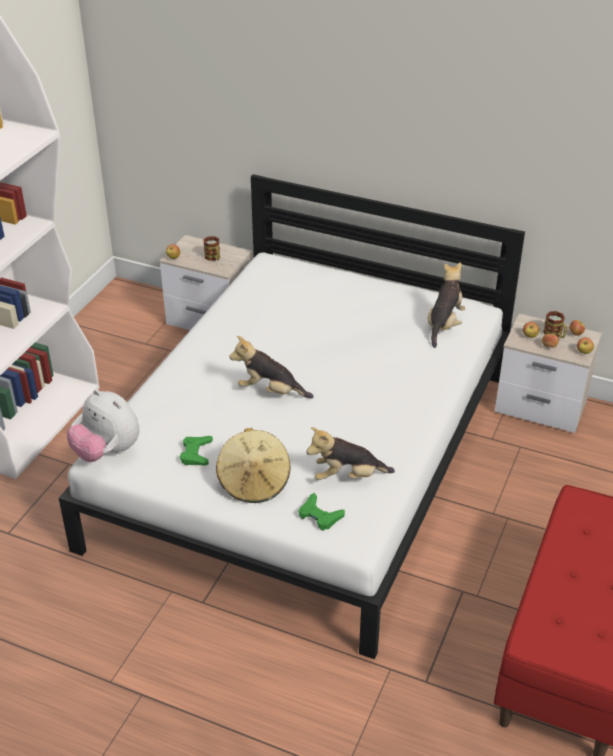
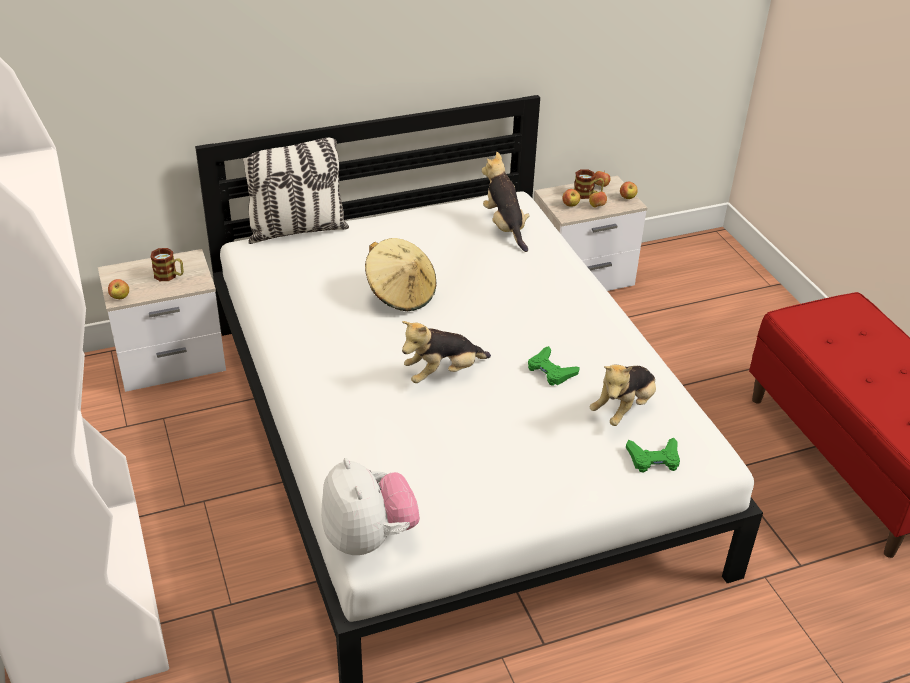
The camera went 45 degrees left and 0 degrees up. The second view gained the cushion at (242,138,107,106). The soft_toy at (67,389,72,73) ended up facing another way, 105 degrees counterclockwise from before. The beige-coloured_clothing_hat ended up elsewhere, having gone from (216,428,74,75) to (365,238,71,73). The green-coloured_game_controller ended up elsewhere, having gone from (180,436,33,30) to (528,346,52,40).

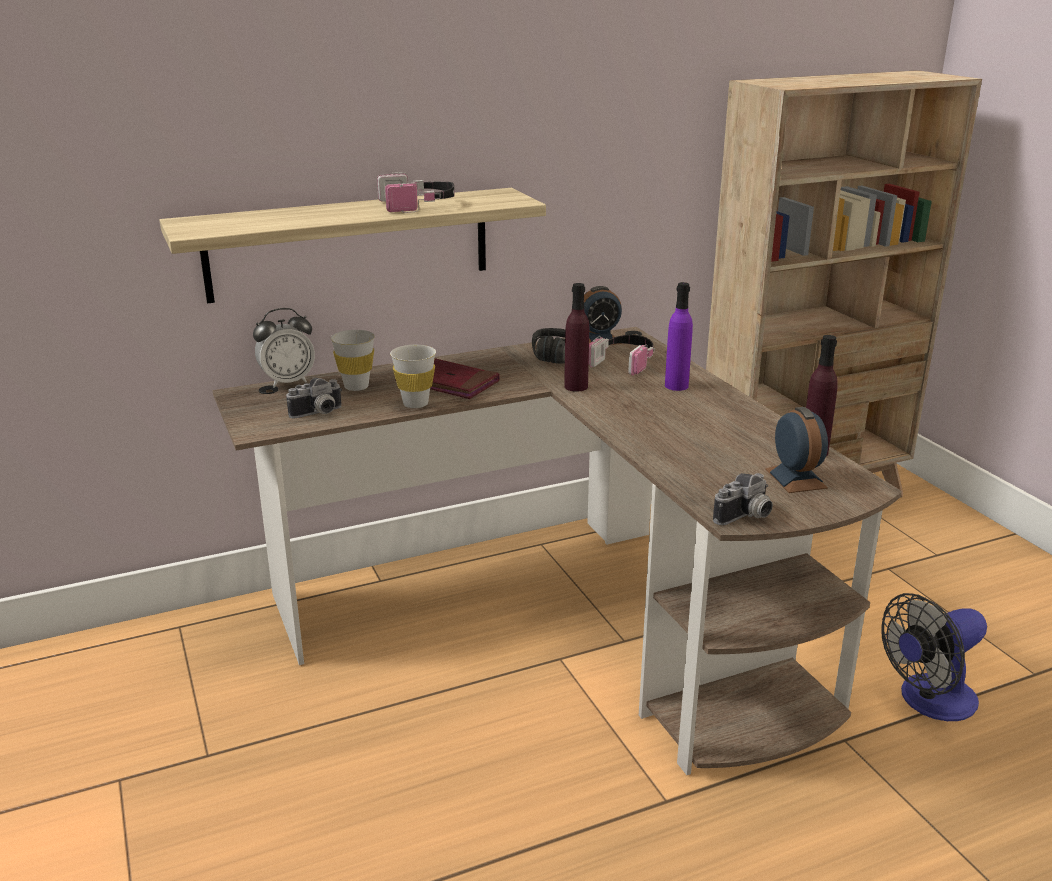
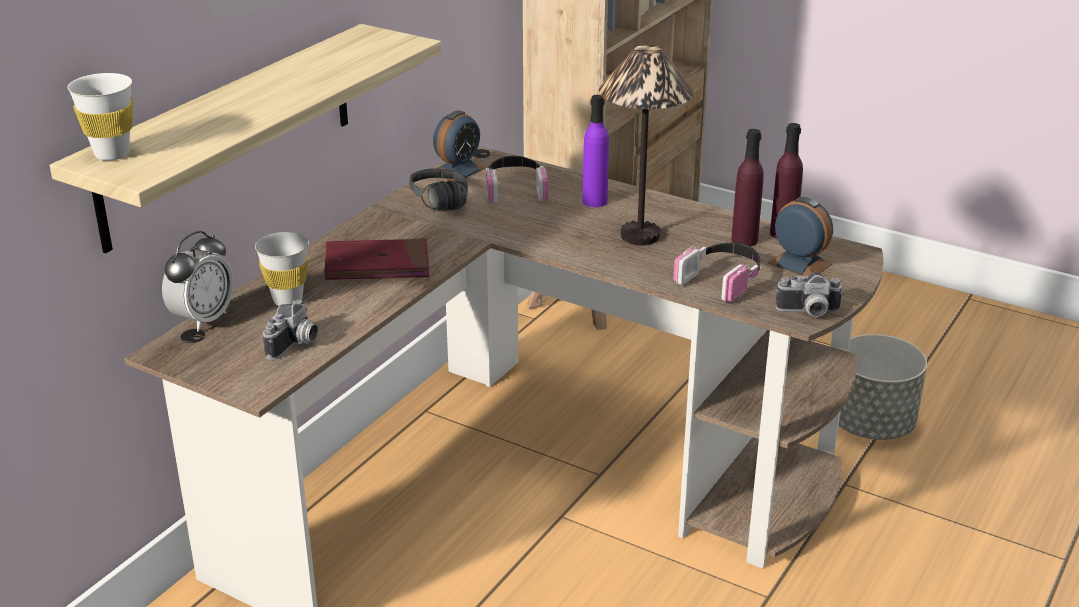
The camera went 35 degrees left and 5 degrees up. The white_small_cup ended up elsewhere, having gone from (390,345,46,63) to (68,73,65,88). The second view gained the tabletop_lamp at (599,45,95,200). The headset ended up elsewhere, having gone from (377,172,78,41) to (673,243,89,60). The purplish_beverage_bottle ended up elsewhere, having gone from (564,283,25,109) to (731,129,33,117). The photo_camera at (713,473,60,52) ended up facing another way, 75 degrees clockwise from before. Where the electric_fan stood at (882,593,105,128), the gray_planter came to stand at (839,334,88,106).

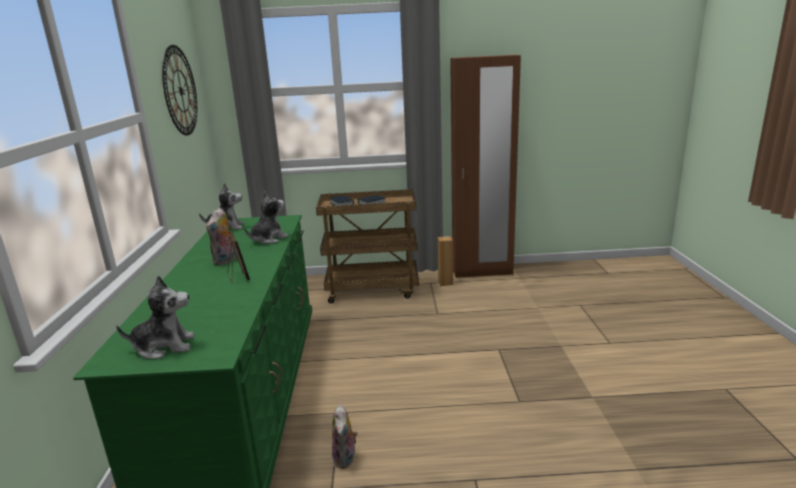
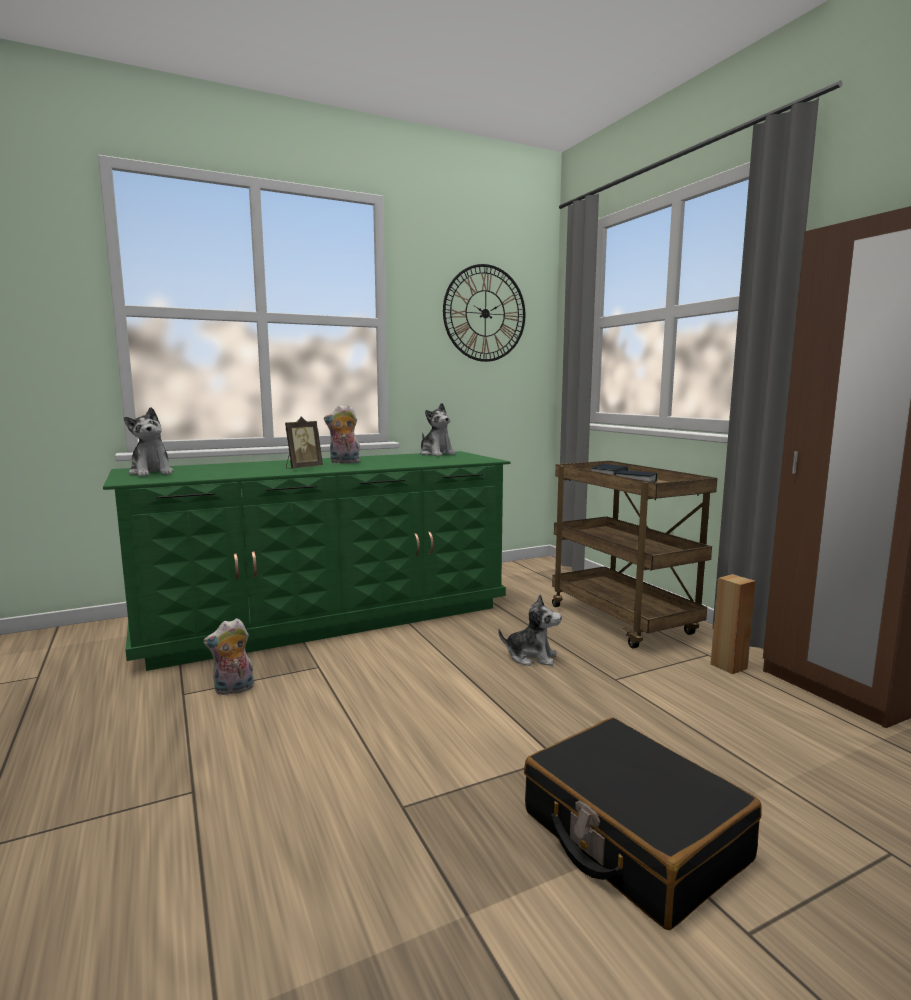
The camera went 65 degrees right and 10 degrees down. The soft_toy ended up elsewhere, having gone from (244,191,45,53) to (498,594,63,72). The second view gained the black_piece_of_luggage at (524,717,238,213).

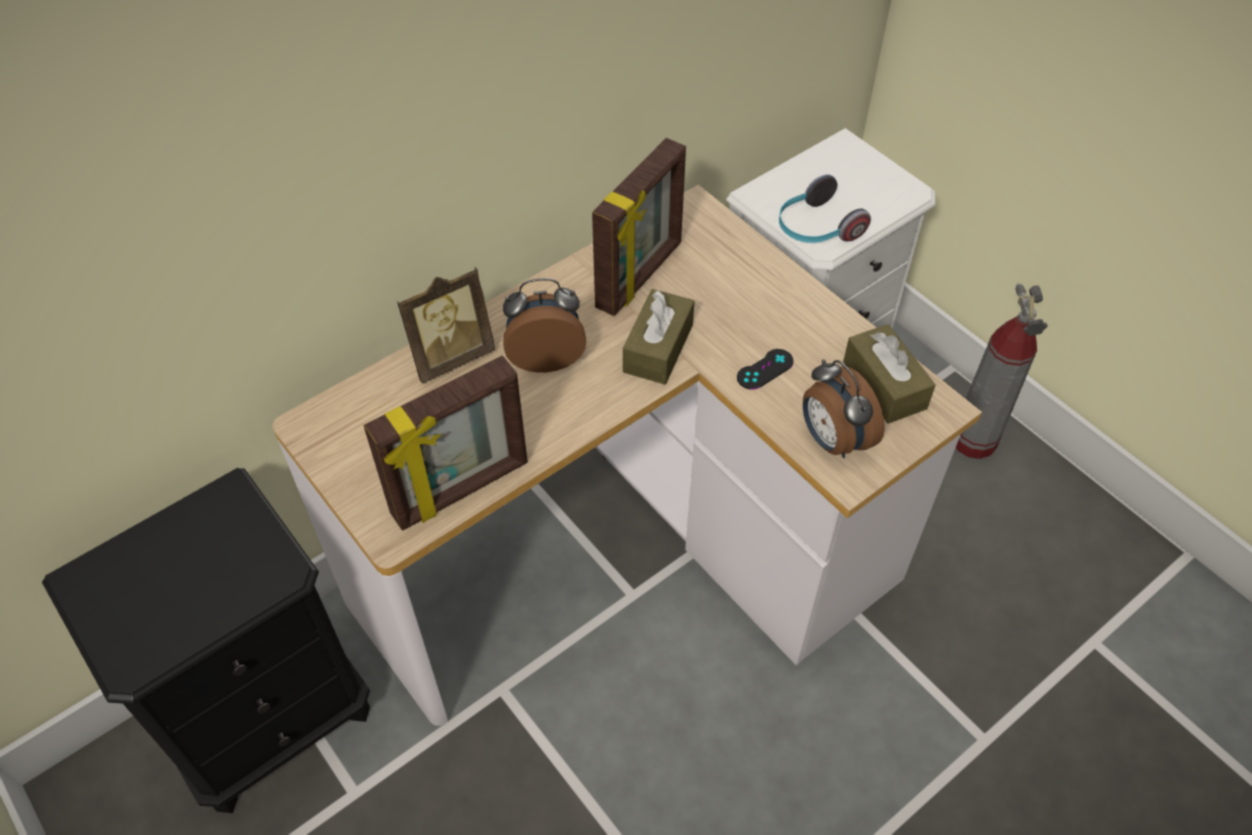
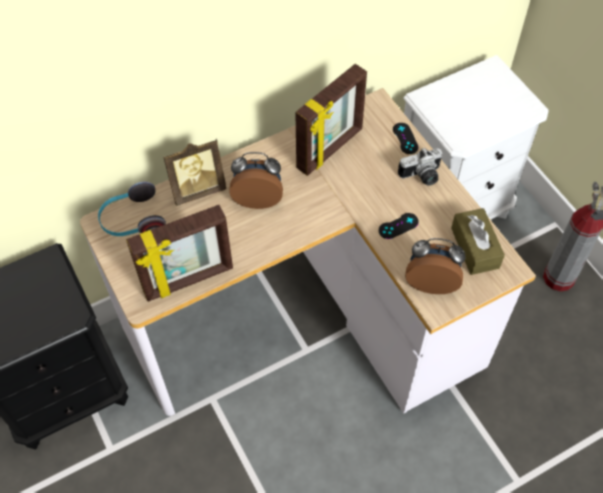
The camera went 10 degrees right and 5 degrees up. The headset ended up elsewhere, having gone from (779,175,92,68) to (98,182,68,54). The second view gained the black_game_controller at (393,123,25,31). The second view gained the photo_camera at (398,148,44,38). The alarm_clock at (803,359,82,99) ended up facing another way, 120 degrees clockwise from before. The second view lost the brown-coloured_box_of_tissues at (623,289,72,95).

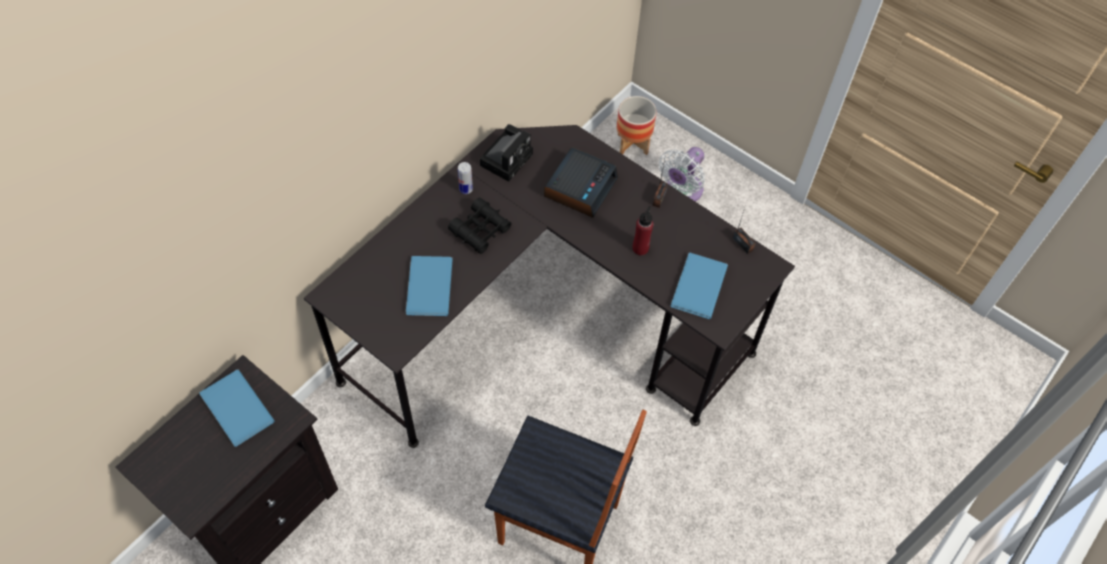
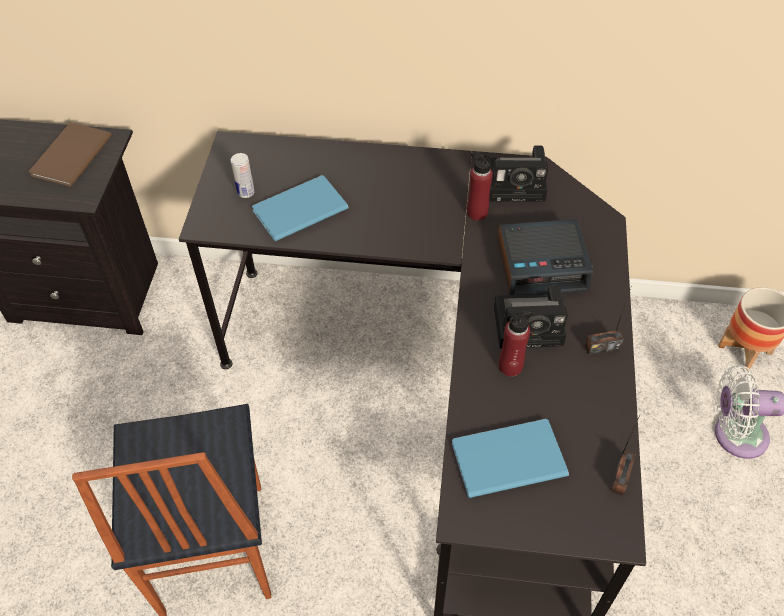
The camera went 60 degrees right and 5 degrees down. What was the blue-coloured_book at (199,370,76,77) turned into the brown-coloured_book at (29,123,83,64). The metal_can ended up elsewhere, having gone from (458,162,15,32) to (231,153,24,45). The second view gained the red_beverage_bottle at (467,152,26,69). The second view gained the photo_camera at (494,285,74,64). The second view lost the black_binoculars at (448,197,63,57).

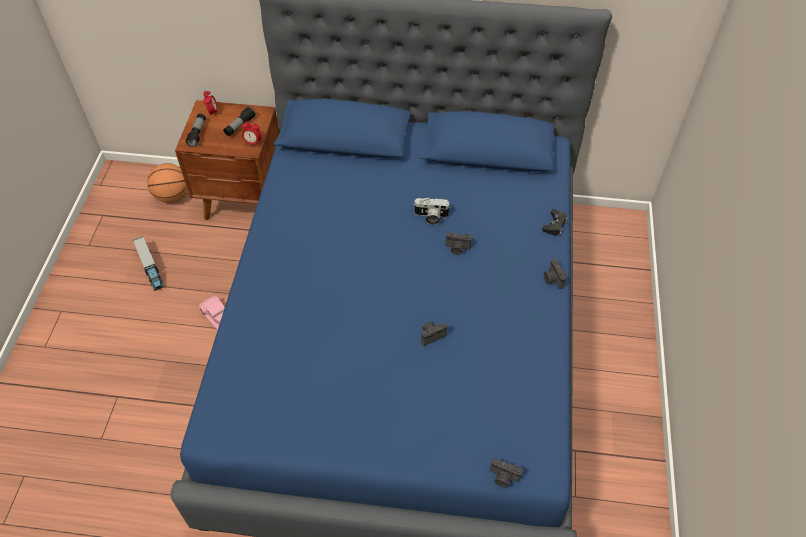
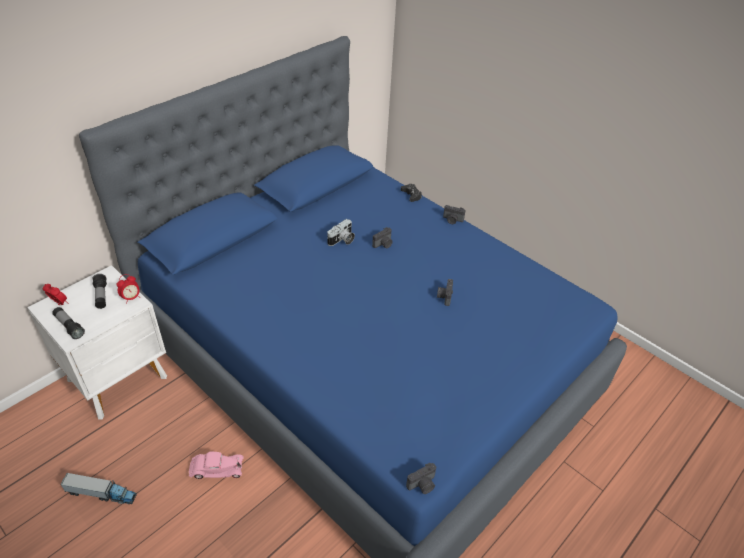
The camera went 55 degrees left and 10 degrees down. What was the brown-coloured_bedside_table at (175,100,104,120) turned into the white_bedside_table at (27,265,140,154). The photo_camera ended up elsewhere, having gone from (490,458,33,30) to (406,463,30,31). The second view lost the basketball_ball at (147,163,41,40).

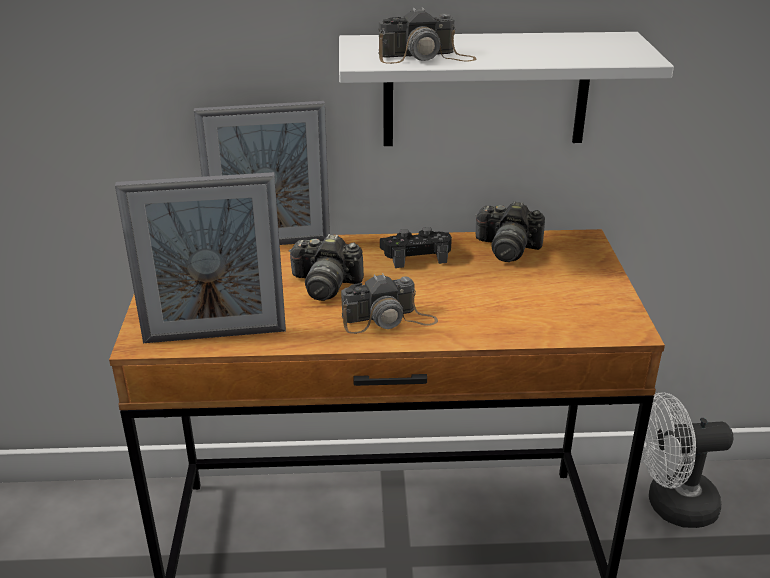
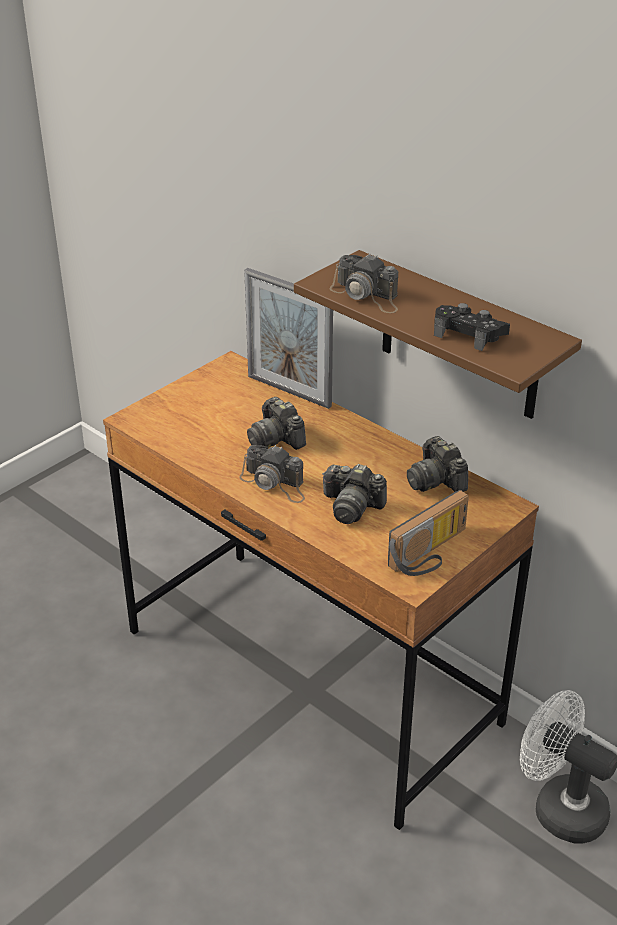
The camera went 45 degrees right and 5 degrees up. What was the white_wall_shelf at (339,32,335,114) turned into the brown-coloured_wall_shelf at (294,250,288,169). The second view gained the photo_camera at (322,464,65,60). The second view gained the radio_set at (388,490,81,86). The black_game_controller ended up elsewhere, having gone from (380,227,72,41) to (434,303,76,48). The second view lost the picture_frame at (115,172,171,171).

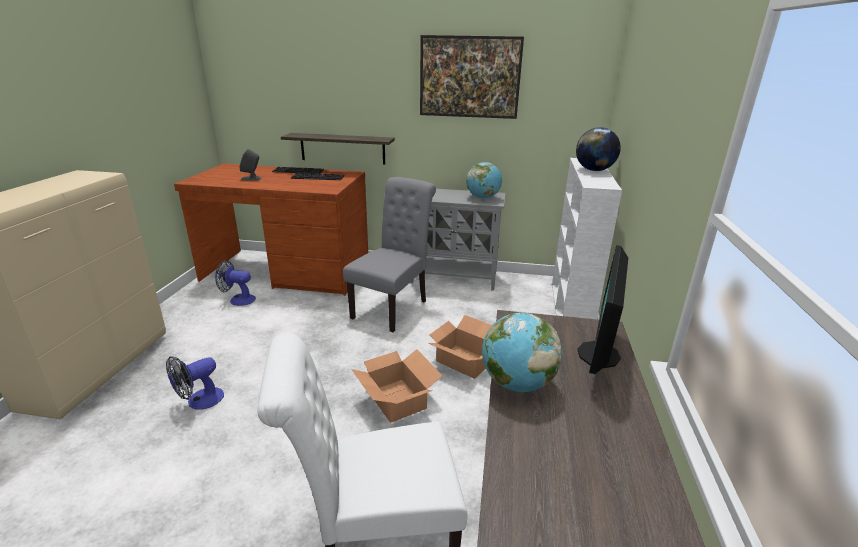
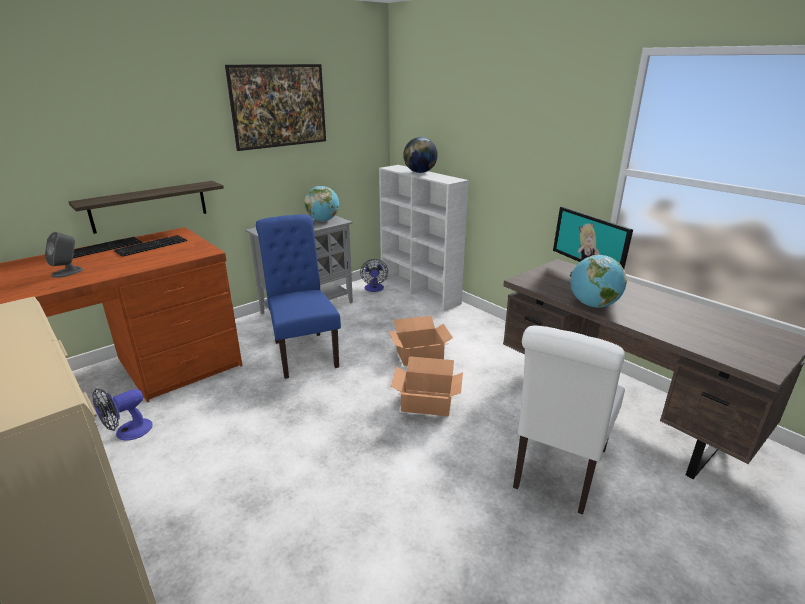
The camera went 50 degrees left and 0 degrees up. What was the gray_plain_chair at (343,177,93,155) turned into the blue-coloured_plain_chair at (256,215,85,164). The electric_fan ended up elsewhere, having gone from (166,356,58,54) to (360,259,28,33).

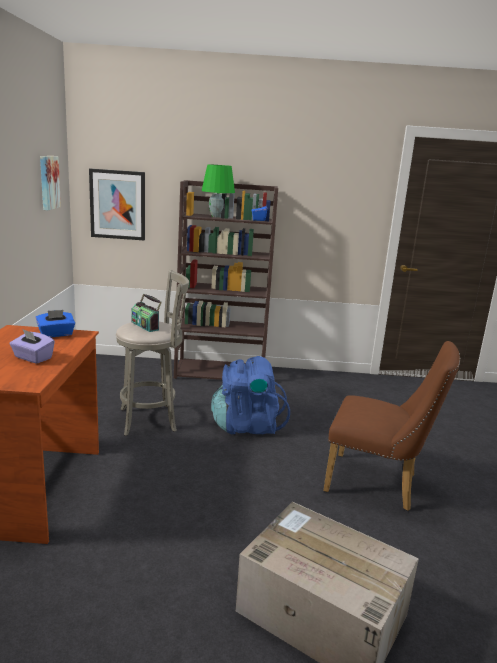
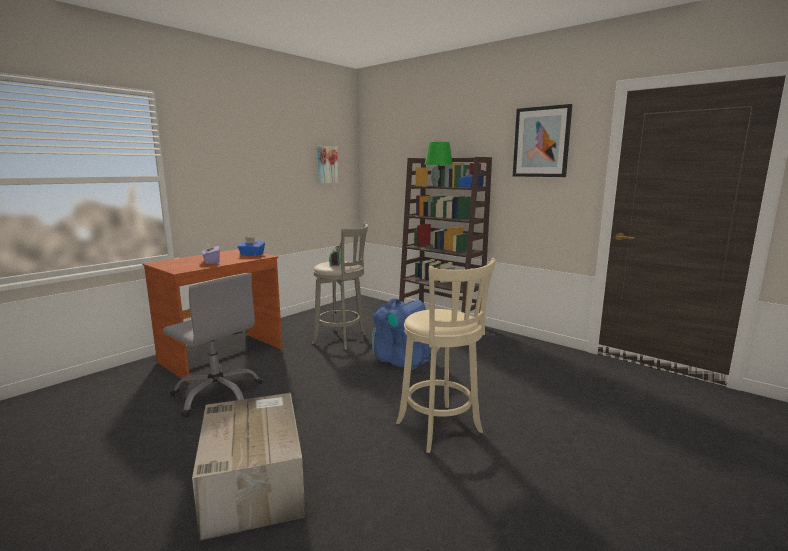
The camera went 40 degrees right and 5 degrees down. The second view gained the gray_computer_chair at (163,273,100,145). Where the brown-coloured_plain_chair stood at (323,341,137,170), the beige-coloured_stool_seat came to stand at (396,258,100,195). The wall_art ended up elsewhere, having gone from (89,169,56,71) to (513,104,59,73).

